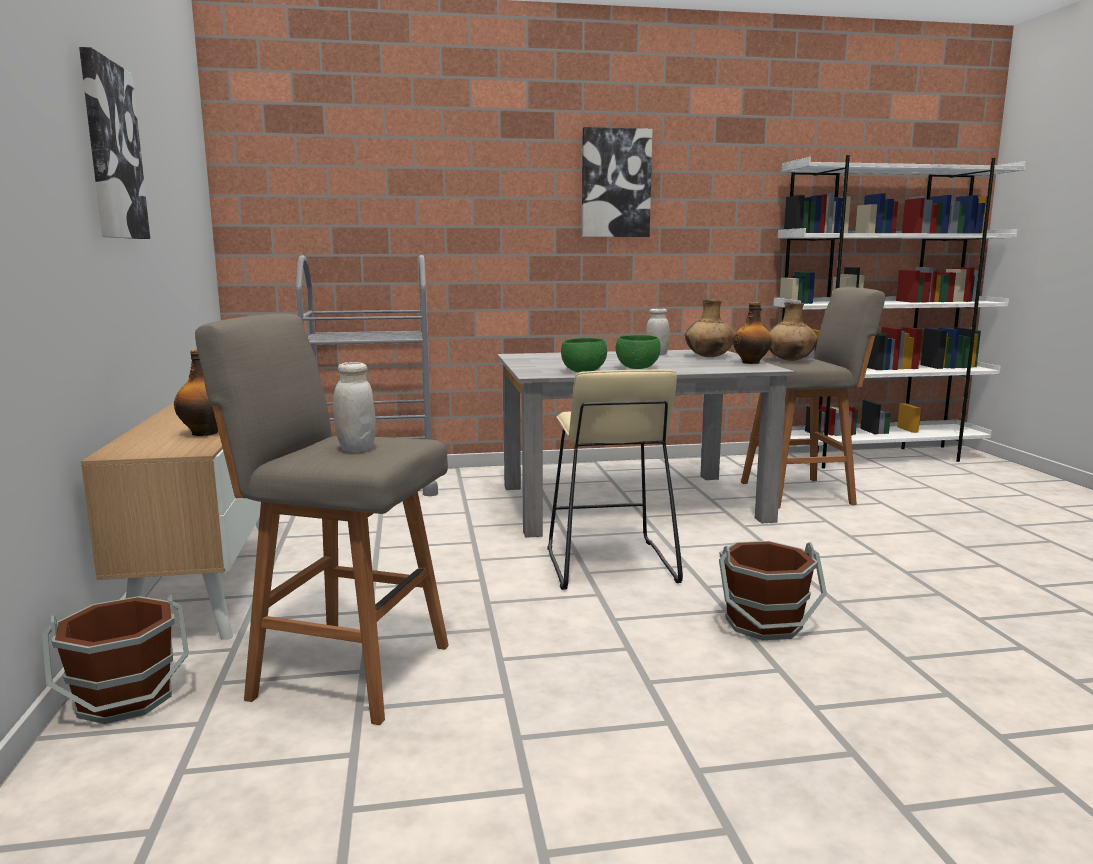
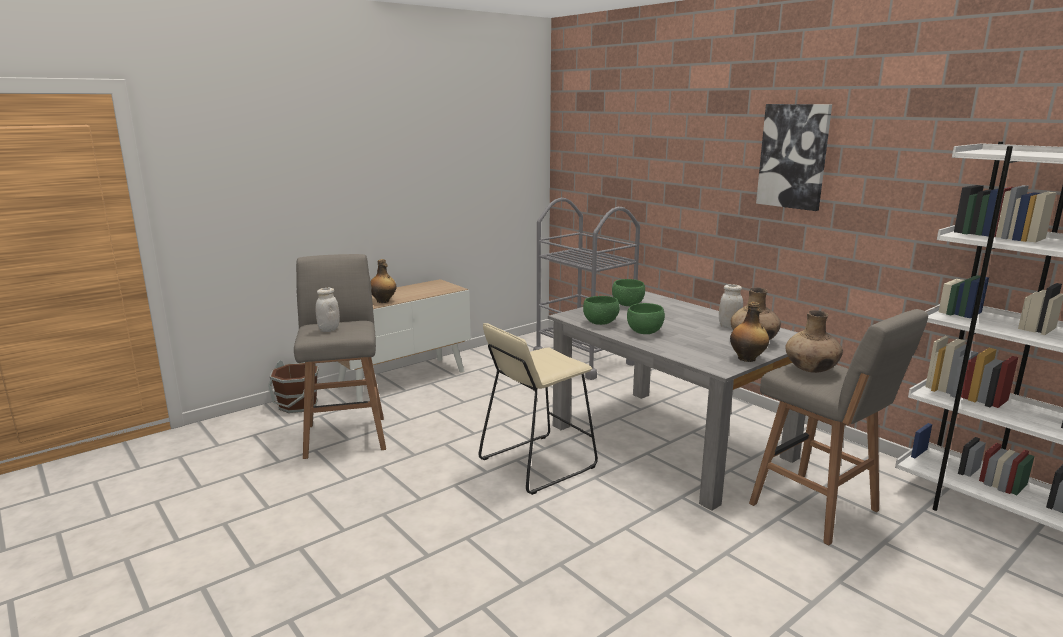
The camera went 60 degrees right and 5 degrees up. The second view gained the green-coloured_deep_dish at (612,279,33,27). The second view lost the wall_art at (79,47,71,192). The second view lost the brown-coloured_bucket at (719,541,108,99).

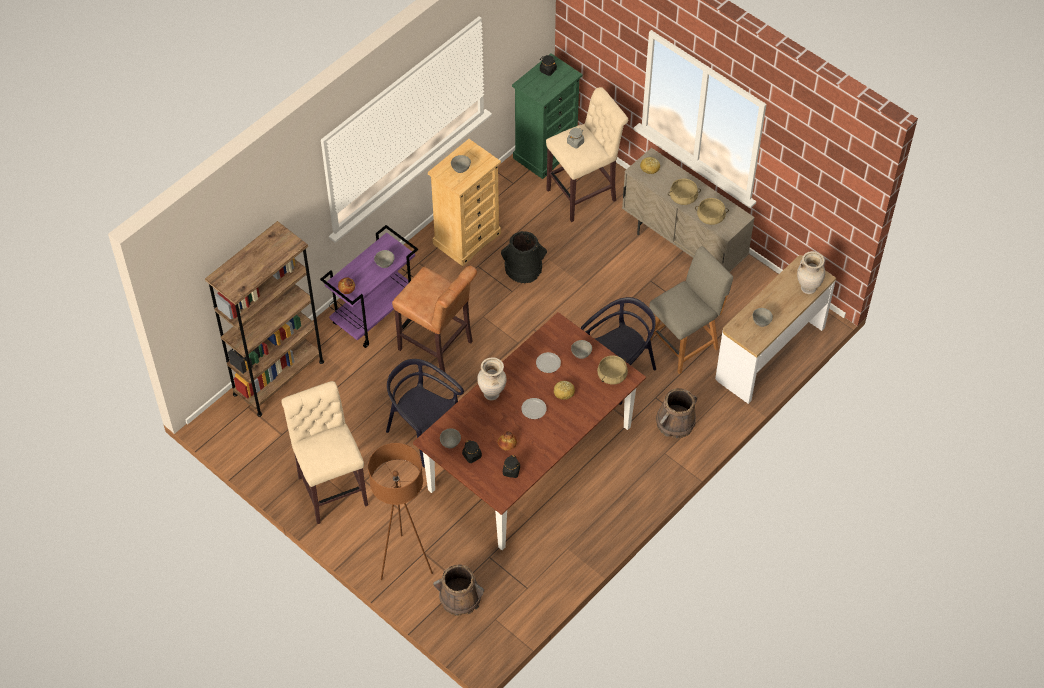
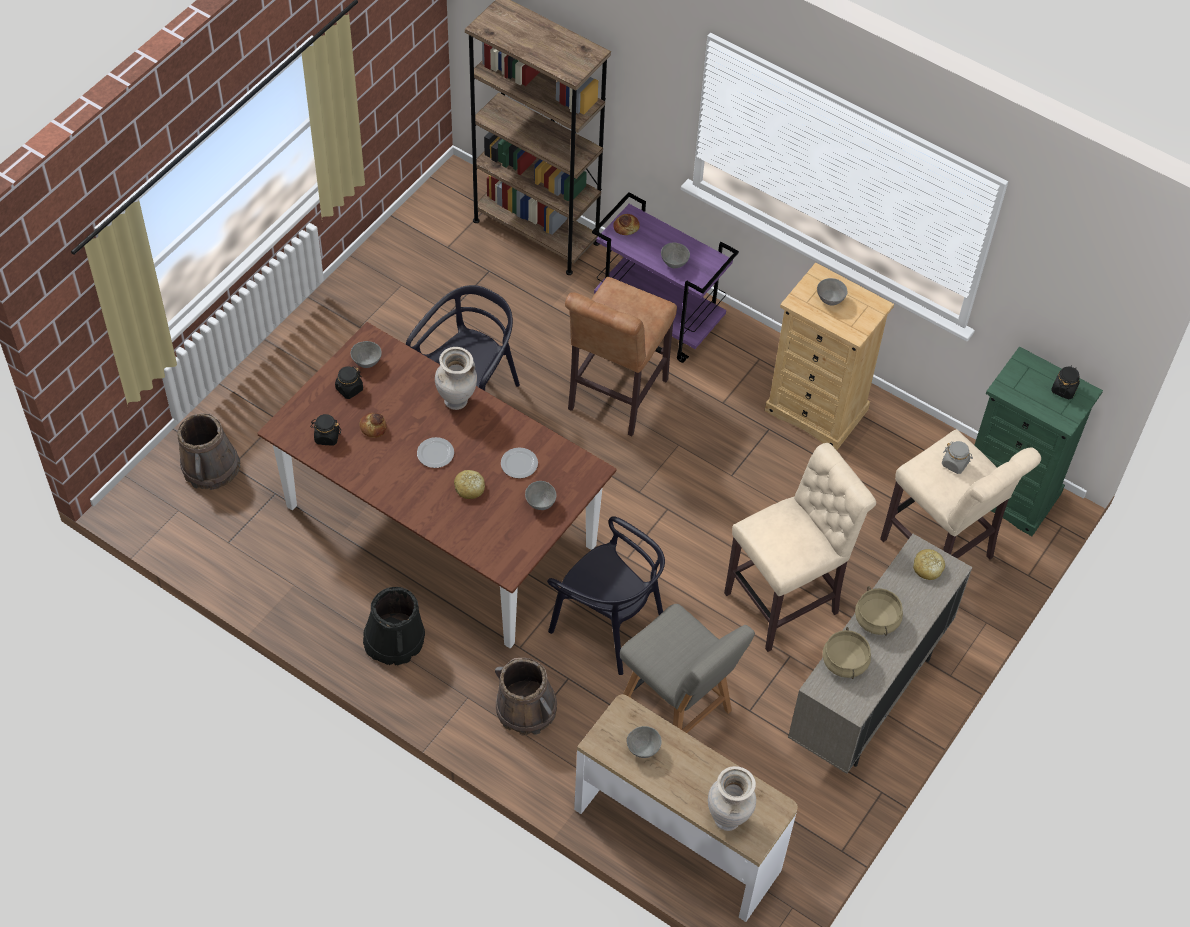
The camera went 80 degrees right and 0 degrees up. The black_bucket ended up elsewhere, having gone from (501,231,46,52) to (363,587,62,78). The beige-coloured_stool_seat ended up elsewhere, having gone from (281,381,87,143) to (724,443,152,209). The second view lost the brown-coloured_standard_lamp at (368,443,65,137). The second view lost the beige-coloured_saucepot at (597,355,31,29).

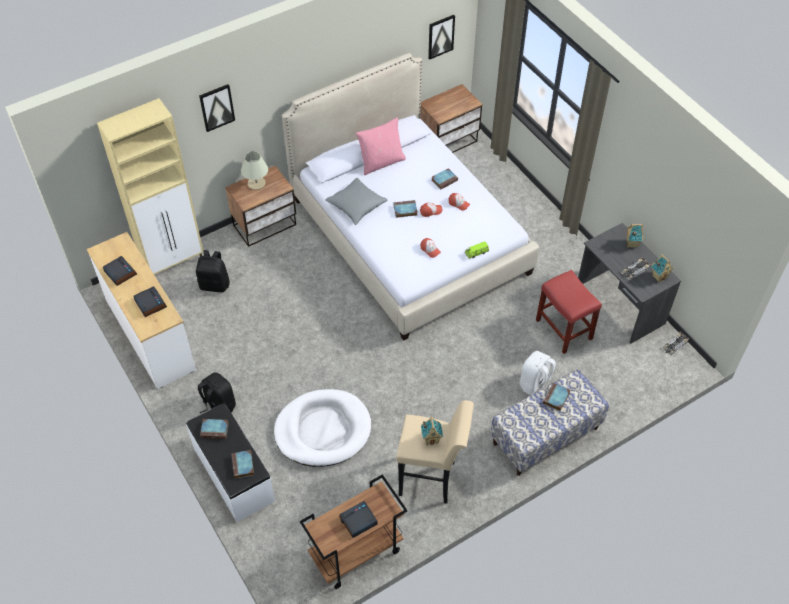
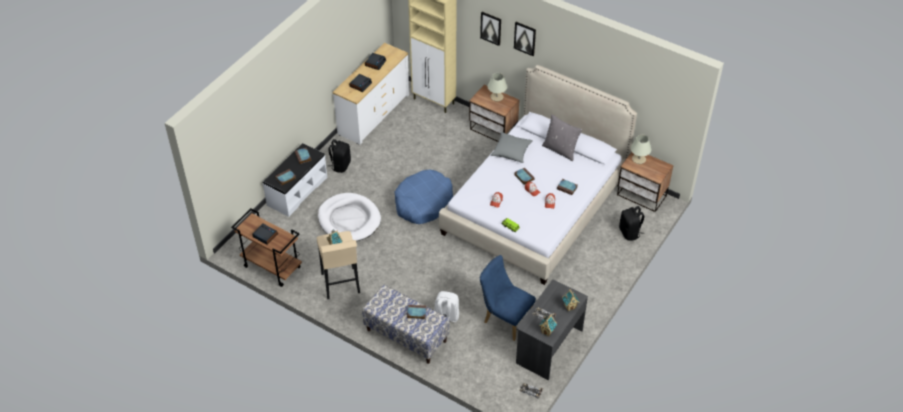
The camera went 65 degrees right and 5 degrees down. The second view gained the blue-coloured_dog_cushion at (395,169,58,55). Where the red_stool_seat stood at (536,270,66,84), the blue-coloured_plain_chair came to stand at (480,255,56,86). The wall_art ended up elsewhere, having gone from (428,15,27,44) to (514,22,22,34). What was the pinkish_cushion at (356,117,50,58) turned into the gray_cushion at (542,114,40,47). The black_rucksack ended up elsewhere, having gone from (196,250,34,42) to (619,206,25,35). The second view gained the beige-coloured_tabletop_lamp at (630,135,21,29).

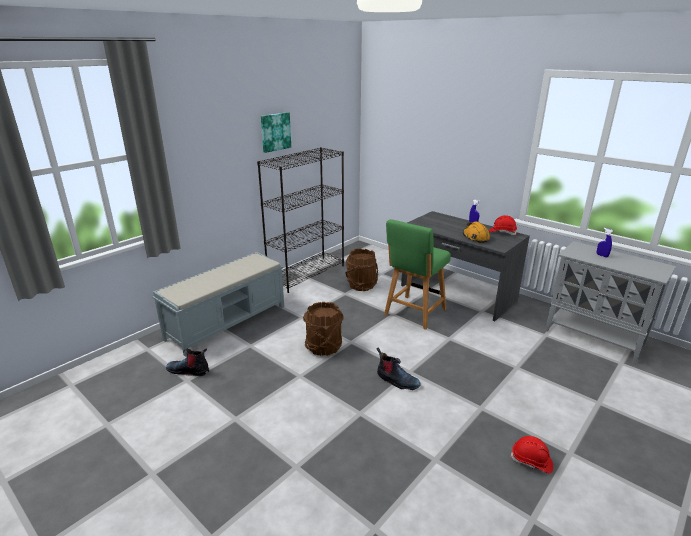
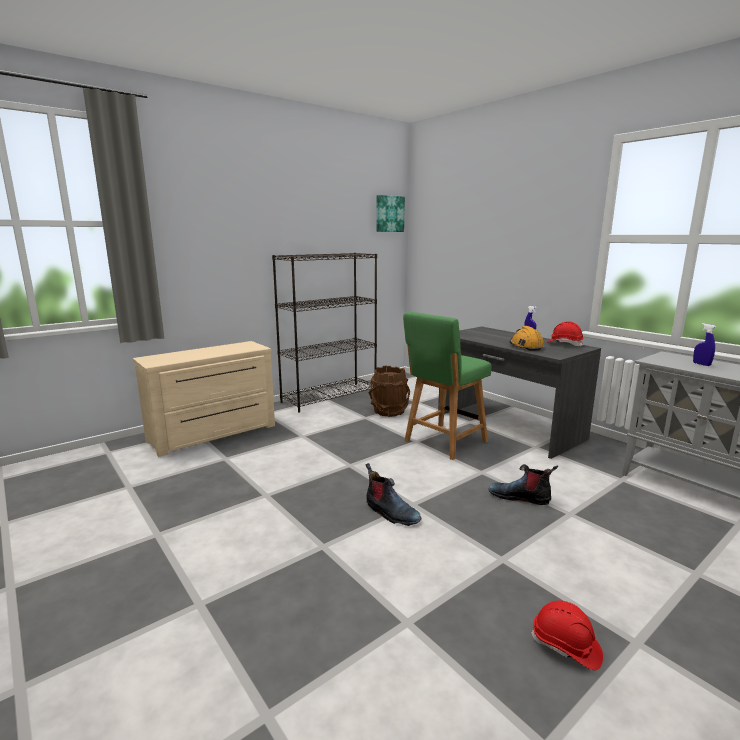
The camera went 10 degrees right and 10 degrees down. Where the gray_long_seat stood at (152,252,132,105), the beige-coloured_drawer_chest came to stand at (133,341,142,116). The wall_art ended up elsewhere, having gone from (261,112,30,41) to (376,195,29,37). The high-top_boot ended up elsewhere, having gone from (166,348,43,28) to (488,464,70,41). The second view lost the brown-coloured_bucket at (303,302,41,54).

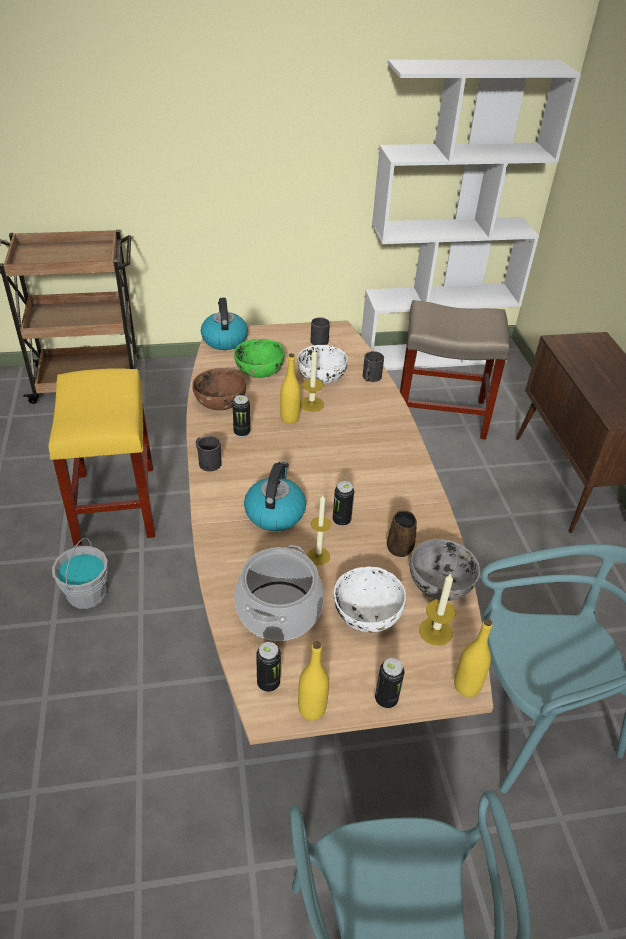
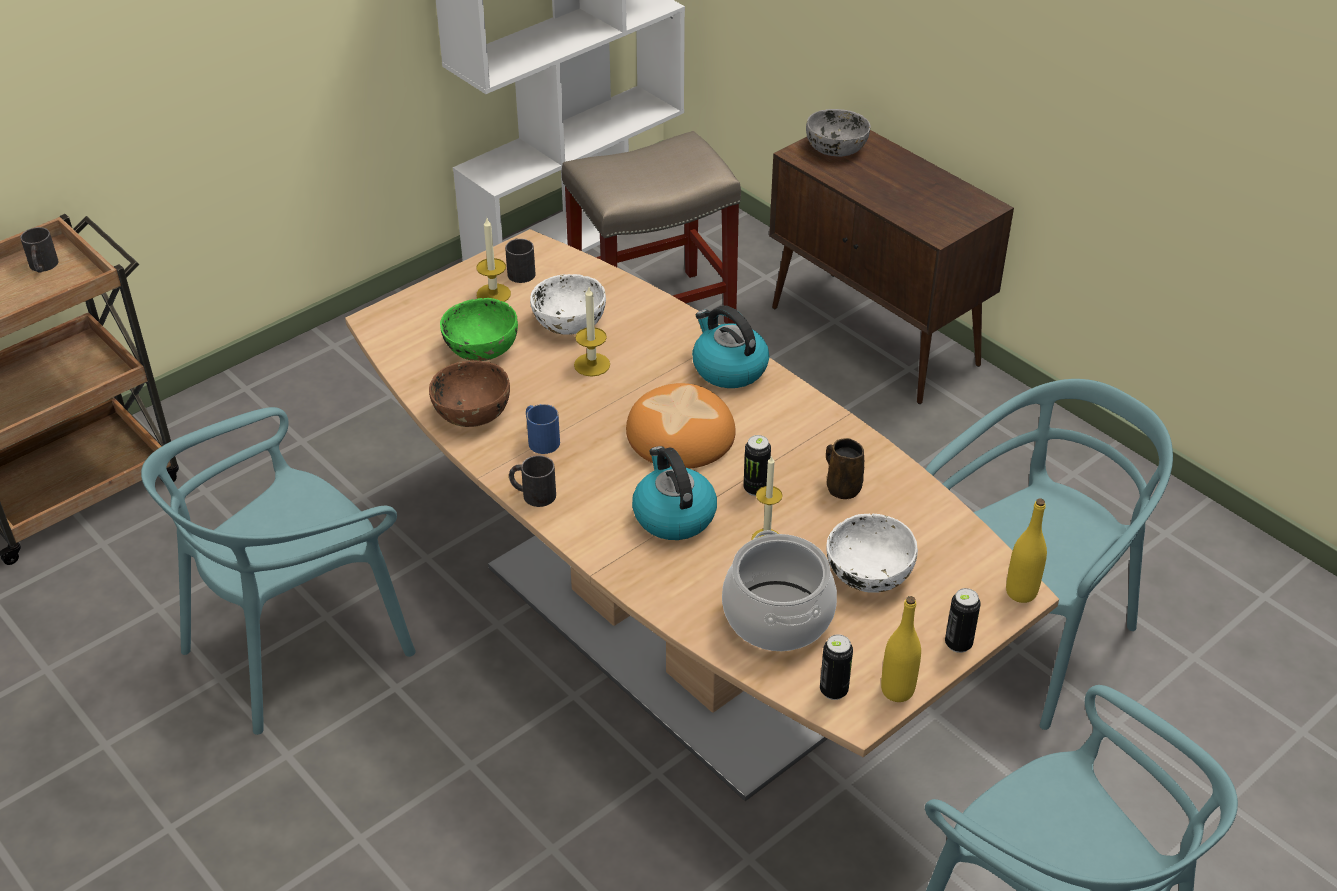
The camera went 30 degrees left and 0 degrees up. The black_tea_mug ended up elsewhere, having gone from (363,351,21,31) to (20,227,38,46). Where the yellow_stool_seat stood at (49,368,106,178), the turquoise_plain_chair came to stand at (141,407,275,328). The wax_light ended up elsewhere, having gone from (419,573,37,73) to (477,218,34,84). Where the metal_can stood at (232,395,18,42), the blue-coloured_tea_mug came to stand at (526,404,34,50). The second view gained the bread at (626,383,110,86). The tea_kettle ended up elsewhere, having gone from (201,298,47,52) to (692,305,77,83). The gray_deep_dish ended up elsewhere, having gone from (409,539,71,62) to (806,109,65,48). The second view lost the gray_bucket at (52,538,56,71). The second view lost the yellow_beverage_bottle at (280,353,21,71).

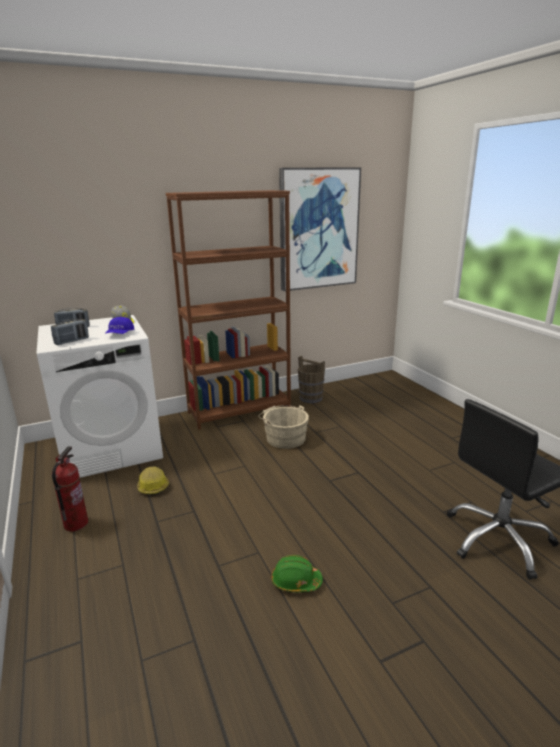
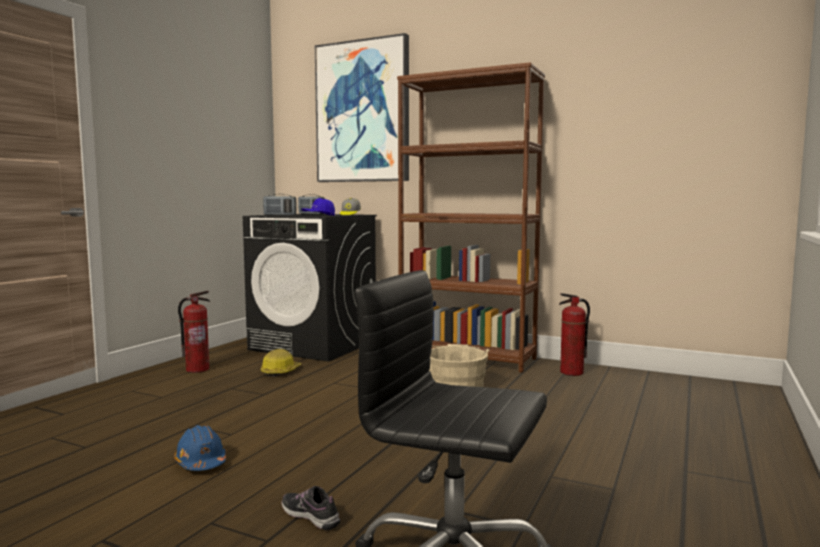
The camera went 50 degrees right and 15 degrees down. What was the green-coloured_safety_helmet at (271,555,52,37) turned into the blue-coloured_safety_helmet at (174,425,52,46). What was the white_laundry_appliance at (36,315,127,163) turned into the black_laundry_appliance at (243,214,134,148). The second view gained the shoe at (282,486,58,44). The wall_art ended up elsewhere, having gone from (279,167,82,124) to (315,33,94,149). Where the brown-coloured_bucket stood at (298,356,27,47), the extinguisher came to stand at (559,293,31,83).

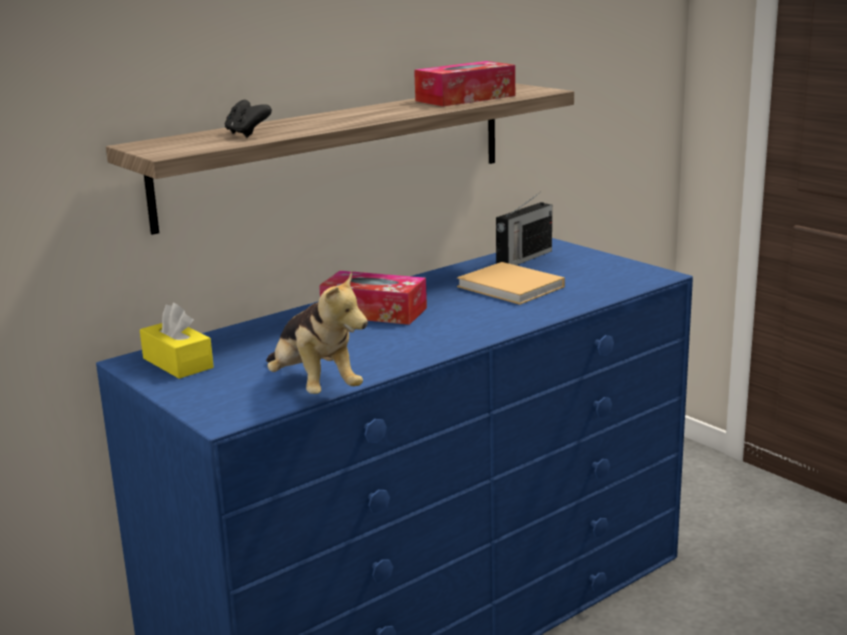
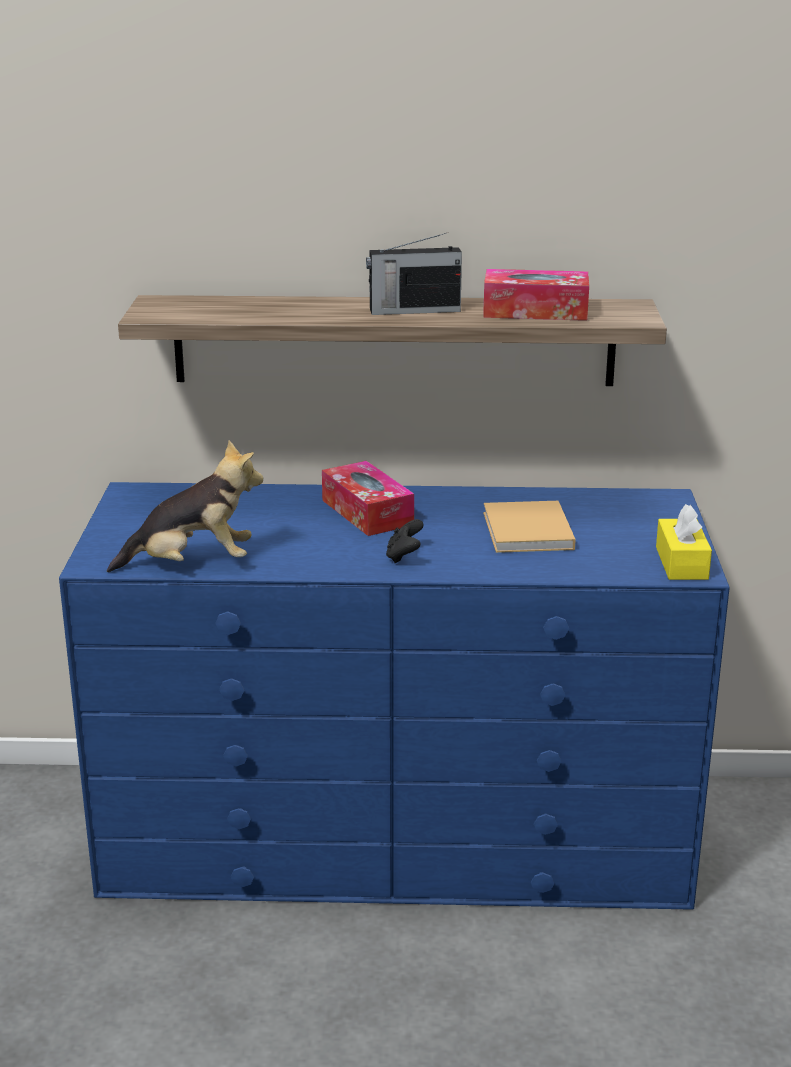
The camera went 40 degrees right and 5 degrees up. The soft_toy at (266,271,102,123) ended up facing another way, 105 degrees counterclockwise from before. The radio_set ended up elsewhere, having gone from (496,194,56,71) to (366,232,96,83). The black_game_controller ended up elsewhere, having gone from (225,100,47,38) to (386,519,38,44). The yellow_box_of_tissues ended up elsewhere, having gone from (140,303,74,76) to (656,504,56,76).

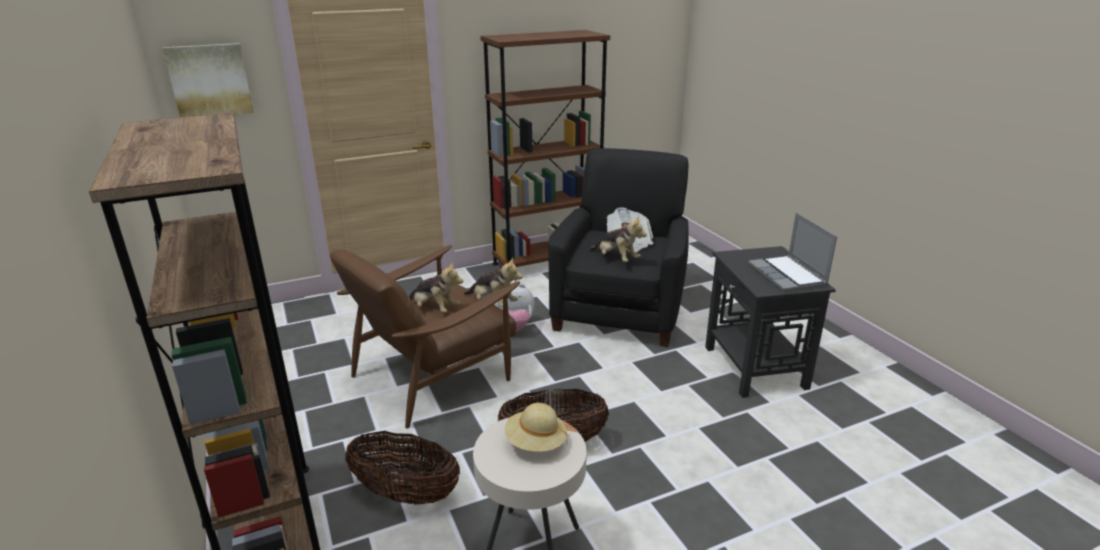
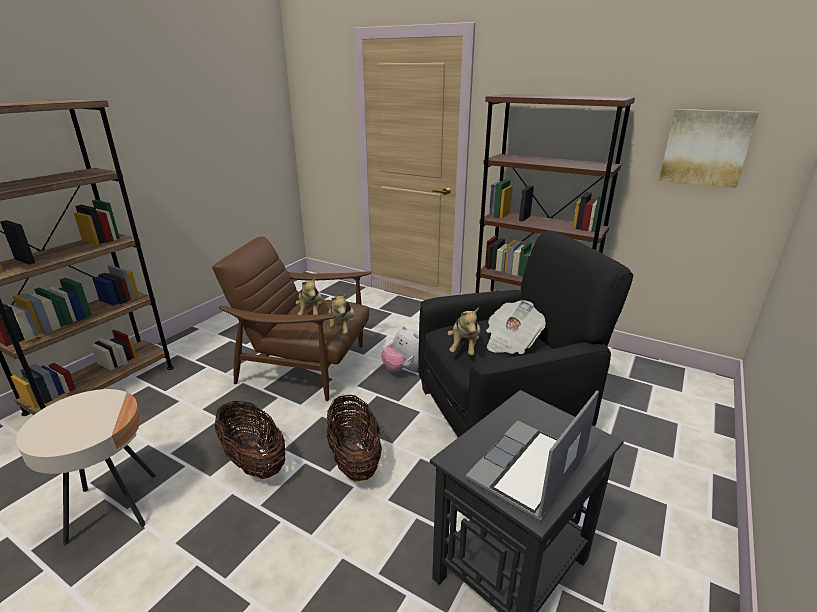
The camera went 55 degrees right and 0 degrees up. The storage_basket ended up elsewhere, having gone from (345,431,115,74) to (326,394,56,88). The wall_art ended up elsewhere, having gone from (163,43,91,75) to (659,109,100,79). The second view lost the beige-coloured_clothing_hat at (505,403,62,49).

